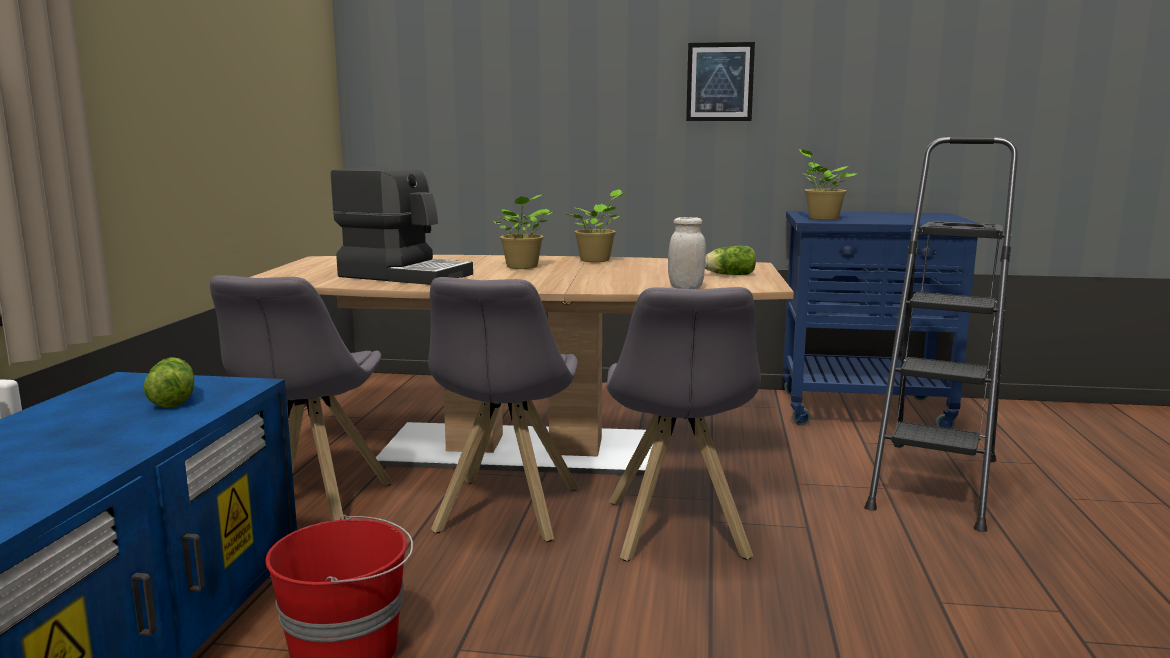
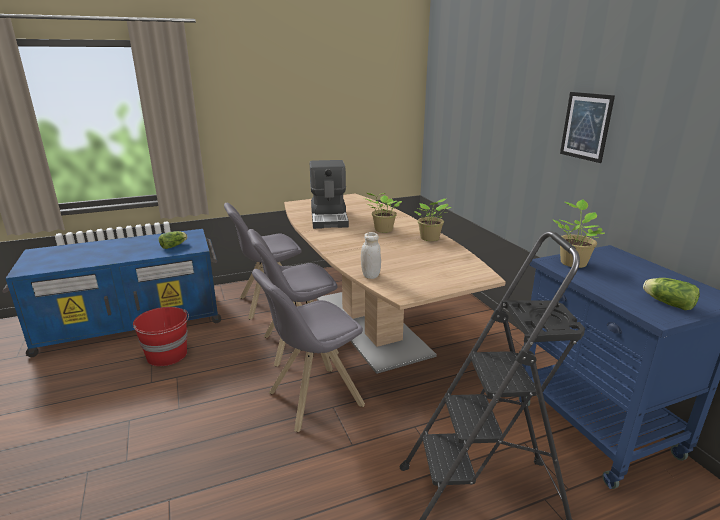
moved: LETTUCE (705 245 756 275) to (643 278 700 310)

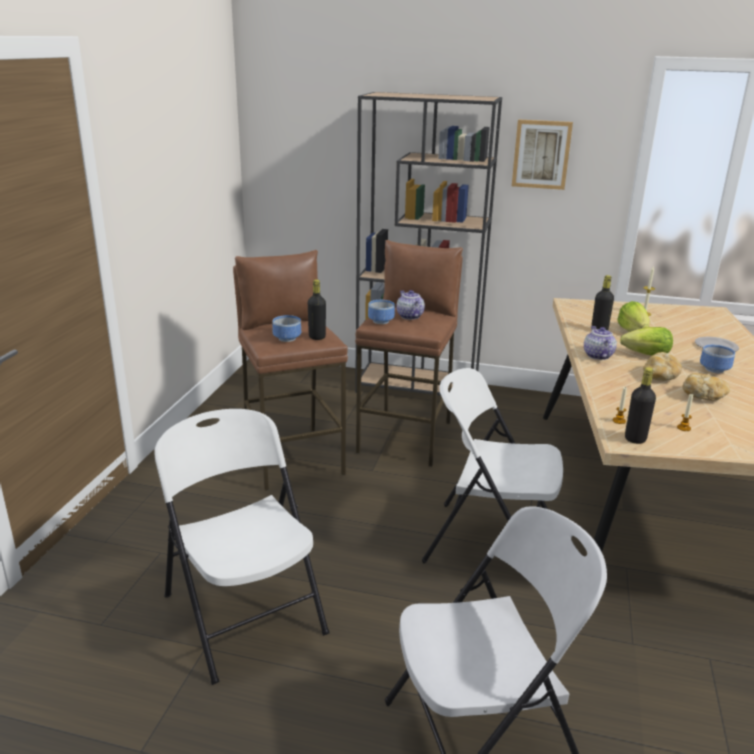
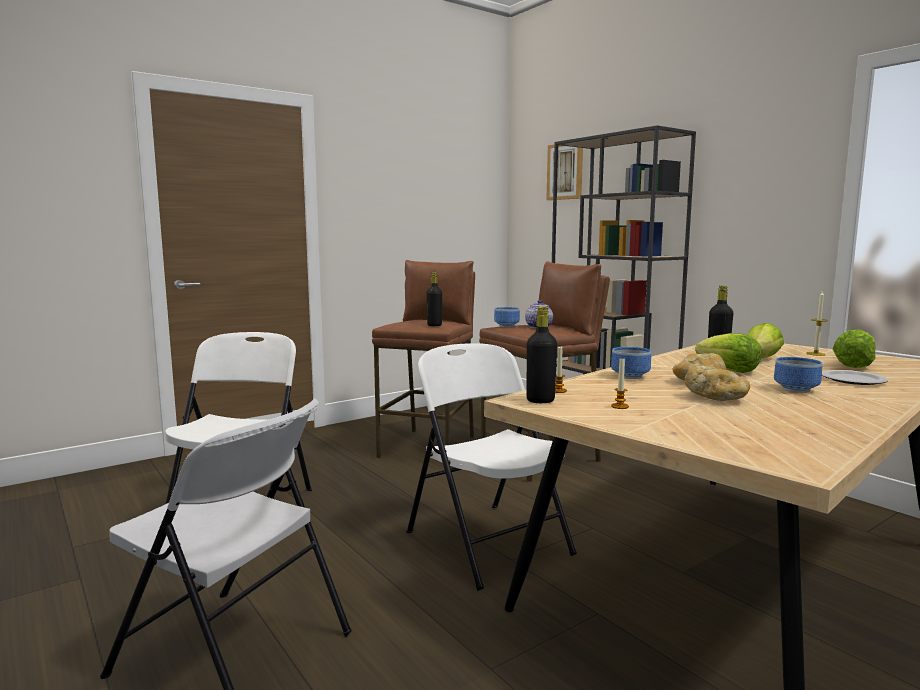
removed: TEAPOT (584 326 617 360)
added: LETTUCE (833 329 876 368)
moved: SERVING BOWL (272 315 301 342) to (611 347 651 379); PICTURE (512 119 573 190) to (546 144 583 200)

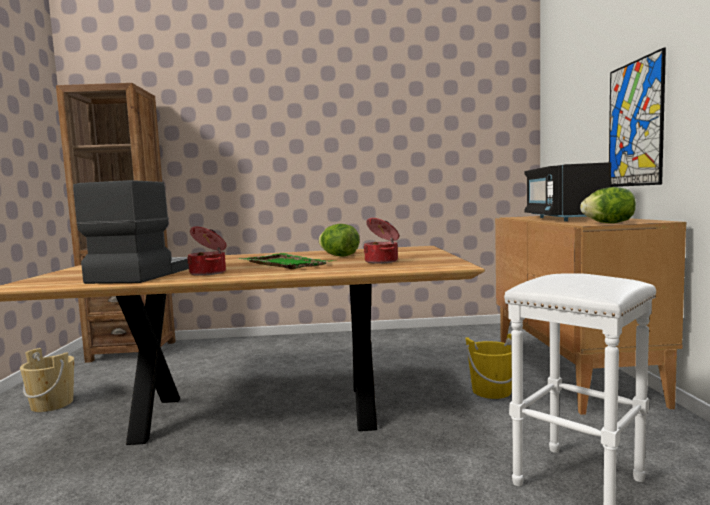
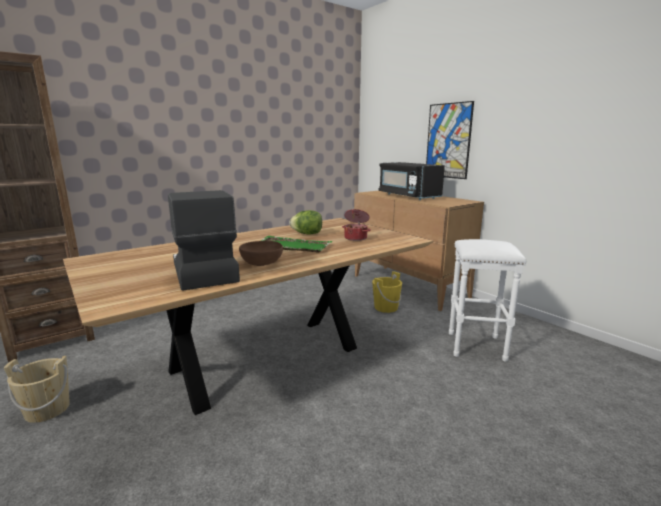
removed: LETTUCE (580 187 636 223)
replaced: SAUCEPOT (187 226 227 276) to BROWN SERVING BOWL (239 241 283 266)

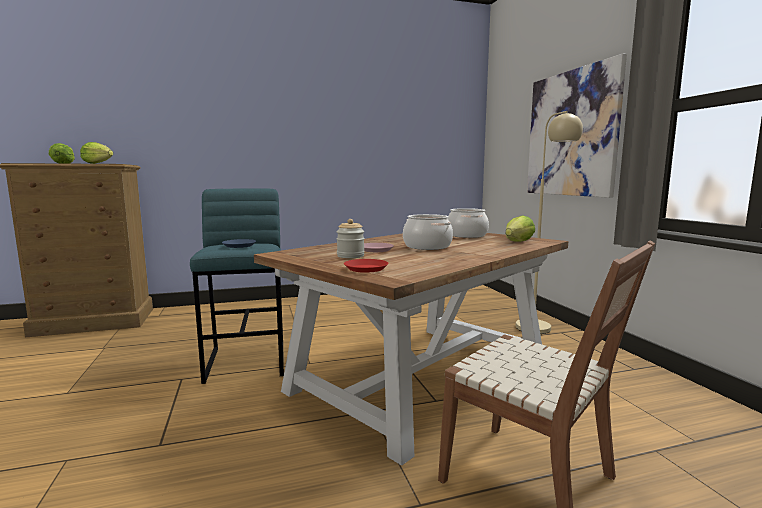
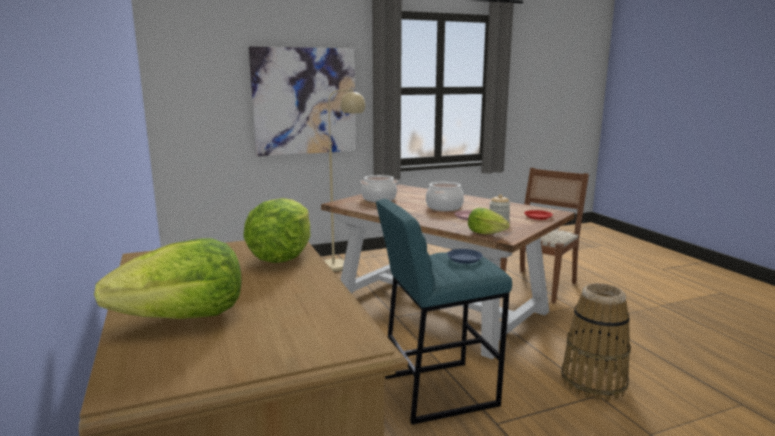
added: STORAGE BASKET (561 283 631 401)
moved: LETTUCE (506 216 535 242) to (468 208 510 234)

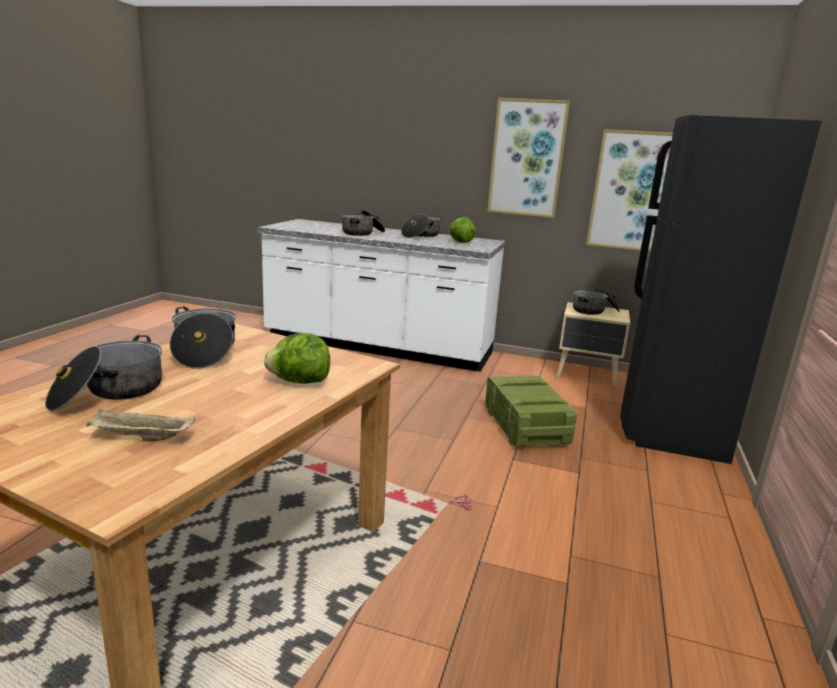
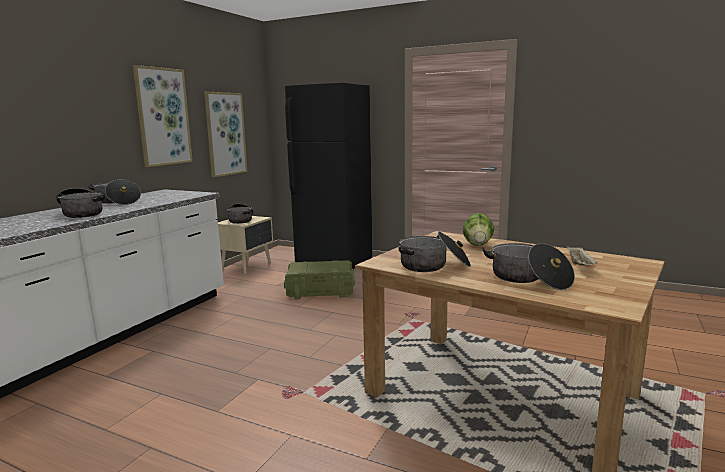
removed: LETTUCE (449 217 476 243)

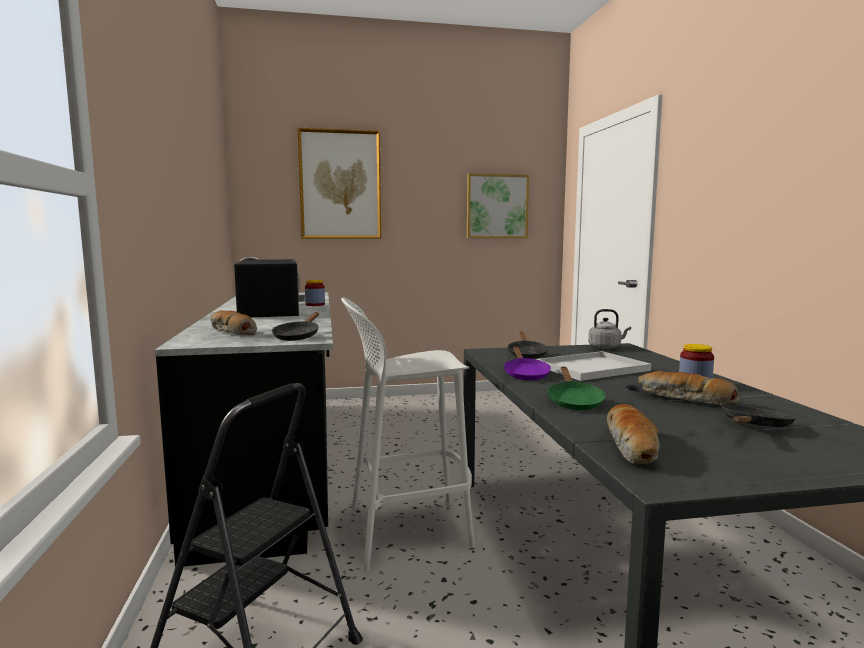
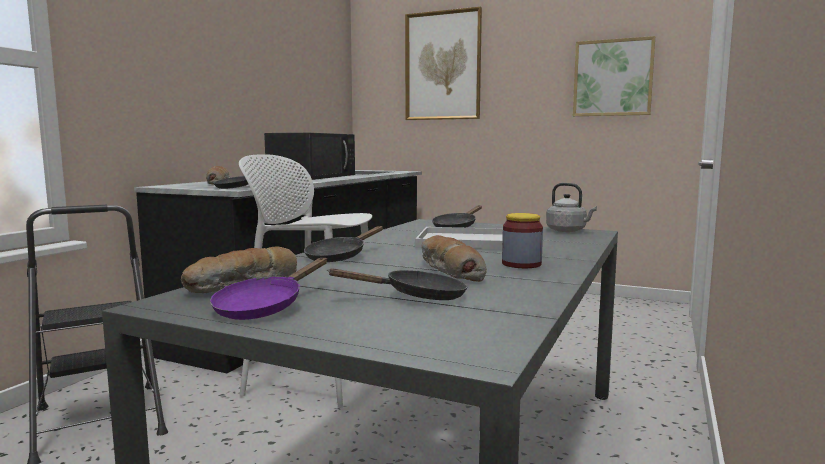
removed: PRESERVE JAR (305 280 325 306)
moved: PURPLE-COLOURED PAN (504 347 551 380) to (210 258 327 320)
recoloured: GREENISH PAN (547 366 605 410) to BLACK-COLOURED PAN (304 226 383 262)

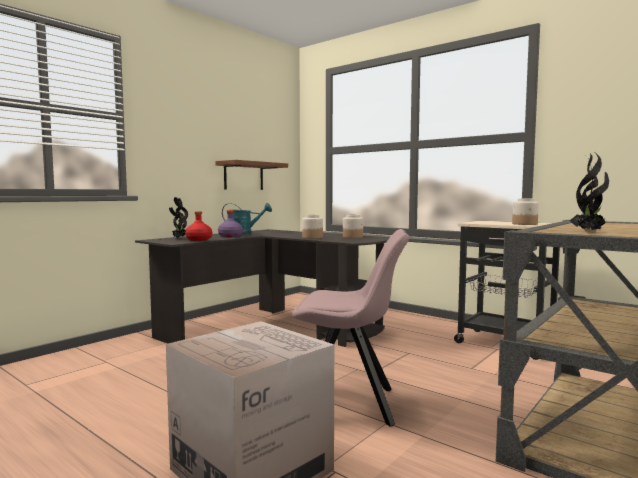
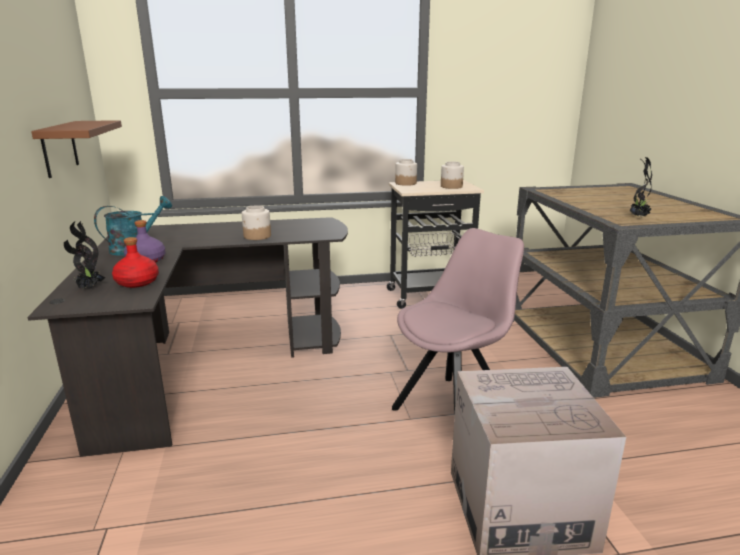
moved: PRESERVE JAR (343 214 363 238) to (395 159 417 186)

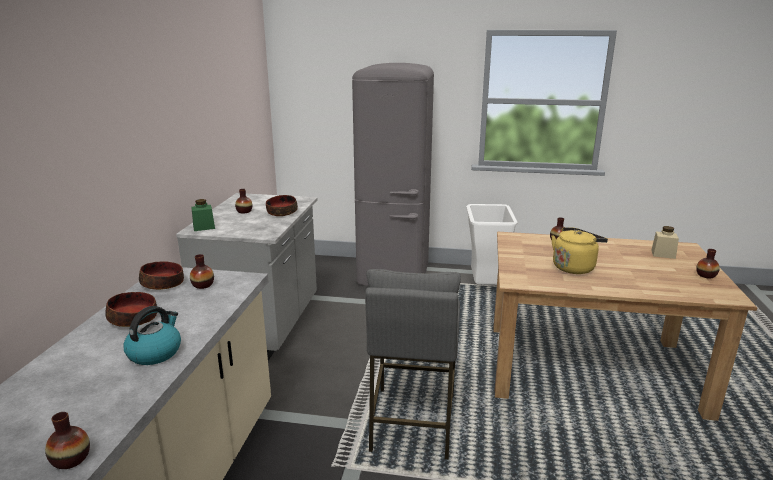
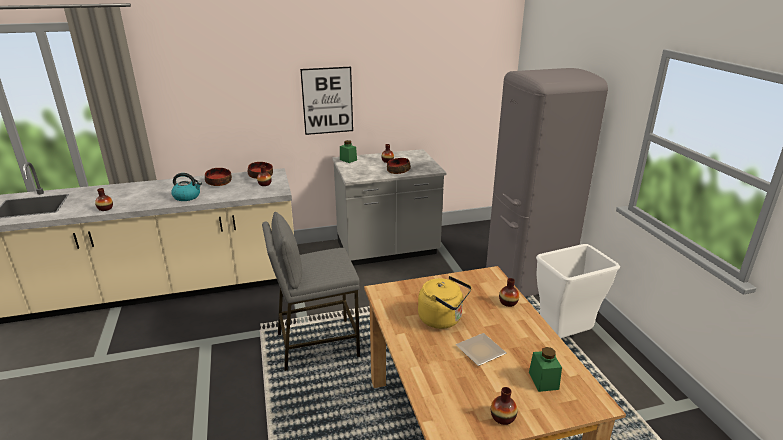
added: PICTURE (300 67 353 135); FLAT DISH (456 333 506 366)
recoloured: BEIGE PRESERVE JAR (651 226 679 259) to GREENISH PRESERVE JAR (529 347 562 392)

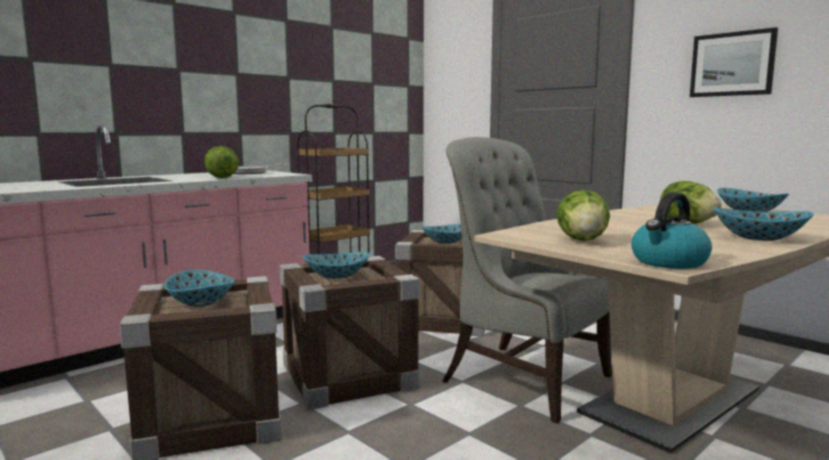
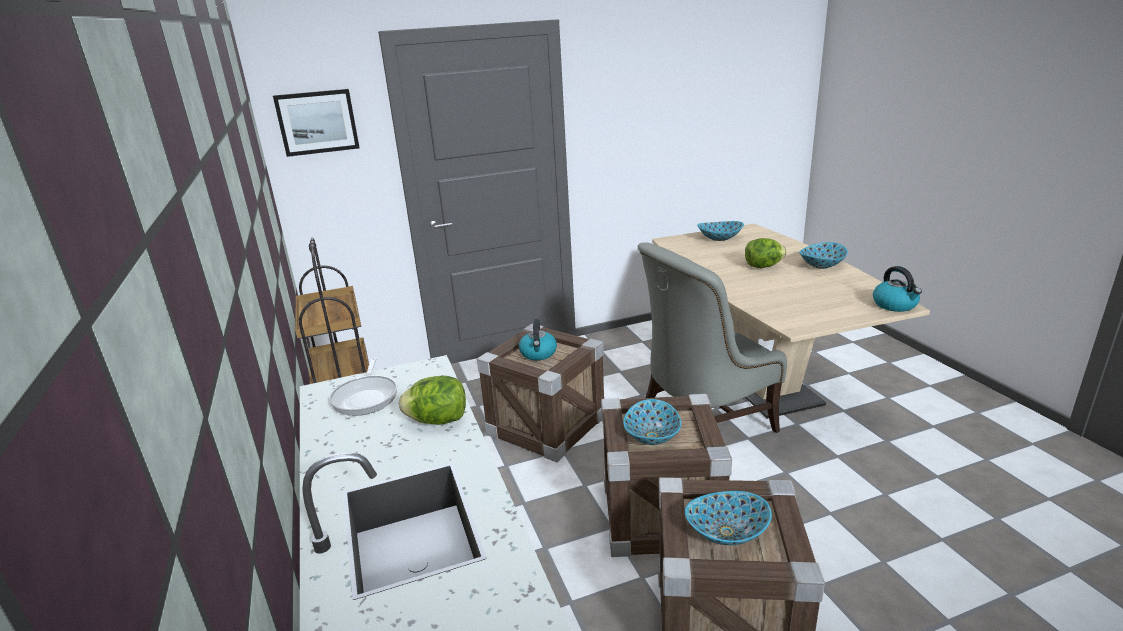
removed: LETTUCE (557 190 610 241)
moved: PICTURE (690 27 778 97) to (273 89 359 157)
replaced: SERVING BOWL (422 224 462 244) to WATER KETTLE (519 319 557 360)

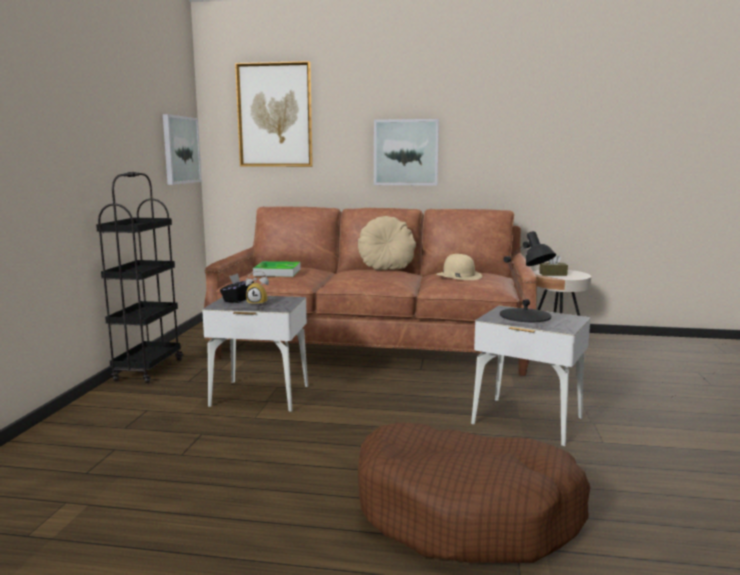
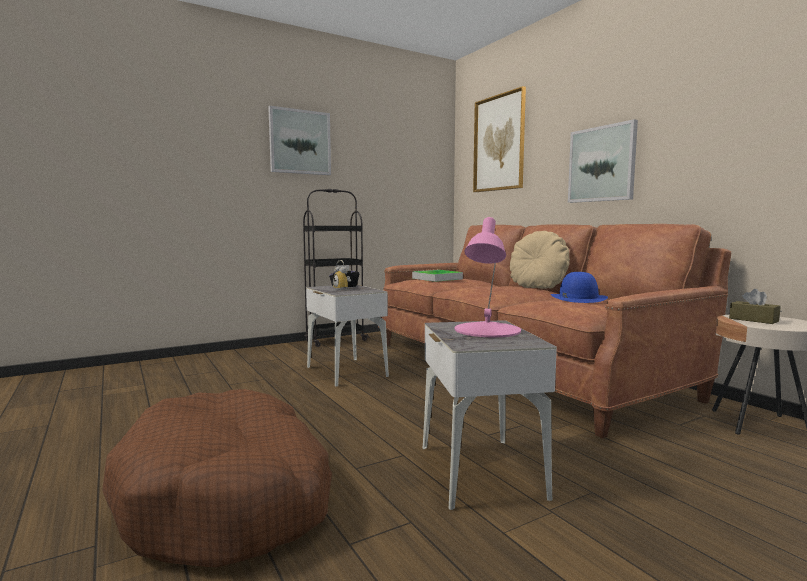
moved: PICTURE (163 114 202 185) to (268 106 331 175)
recoloured: BEIGE WEARABLE HAT (436 254 482 280) to BLUE-COLOURED WEARABLE HAT (551 272 608 303); BLACK-COLOURED LAMP FOR A TABLE (500 231 556 322) to PINK LAMP FOR A TABLE (455 217 521 337)

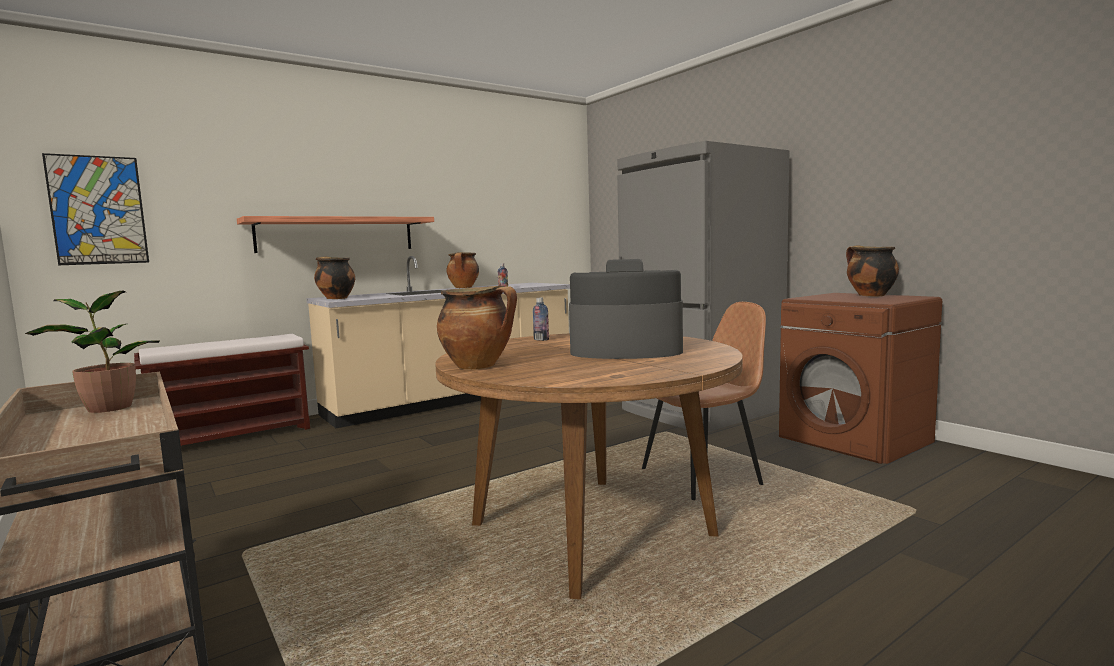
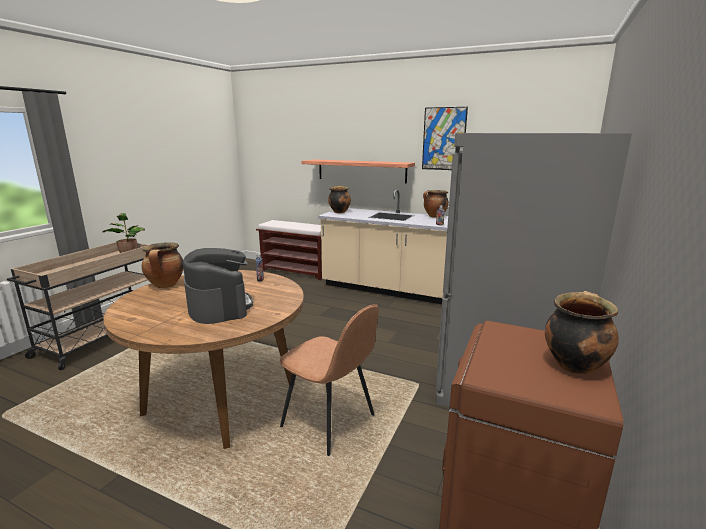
moved: PICTURE (42 153 149 265) to (422 107 468 170)

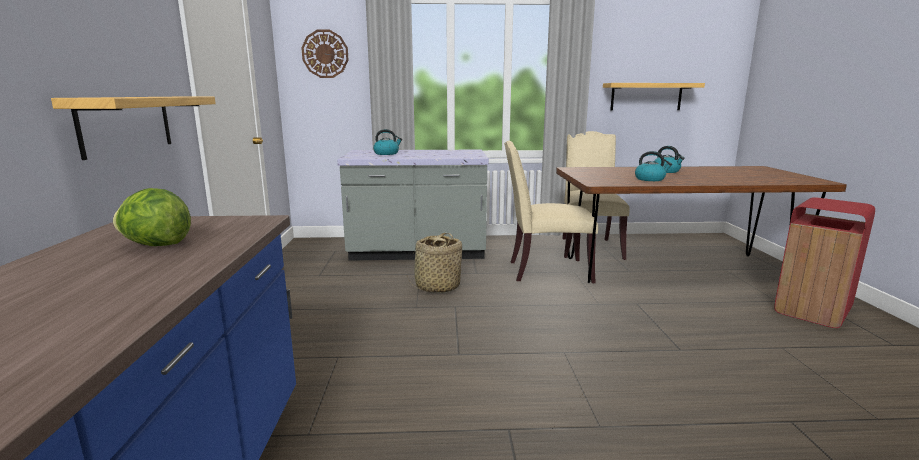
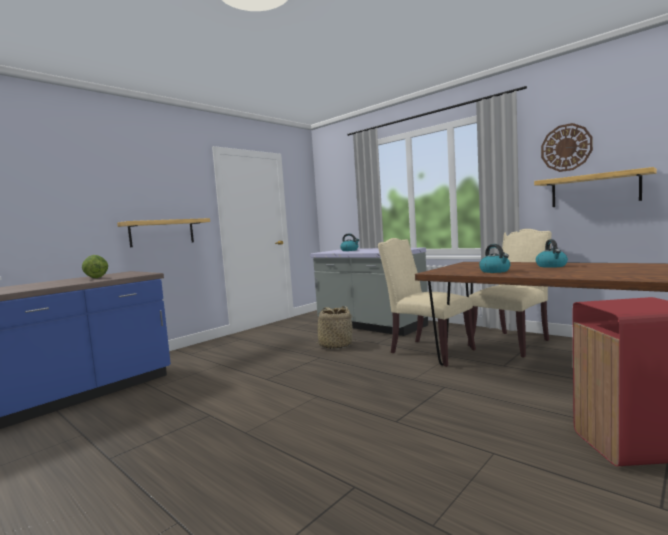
moved: HANGING CLOCK (301 30 349 78) to (541 123 593 172)

